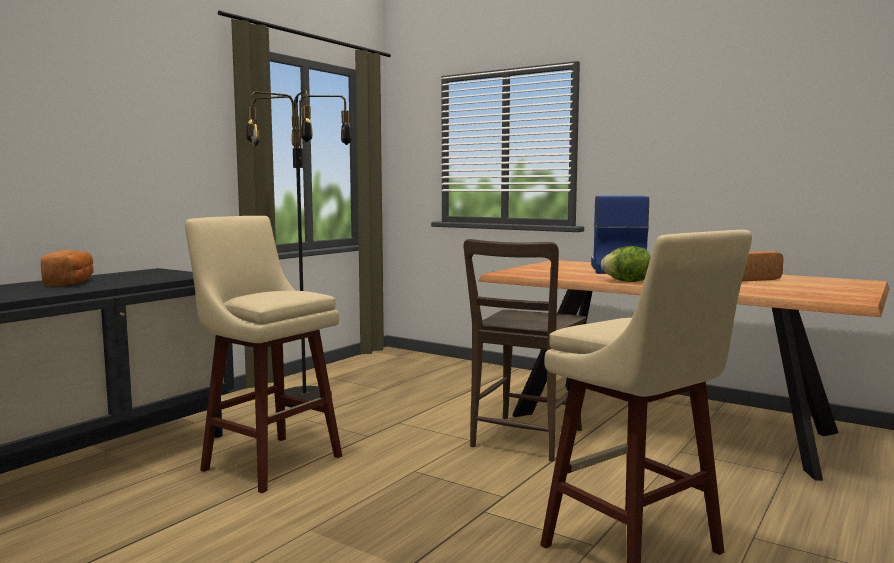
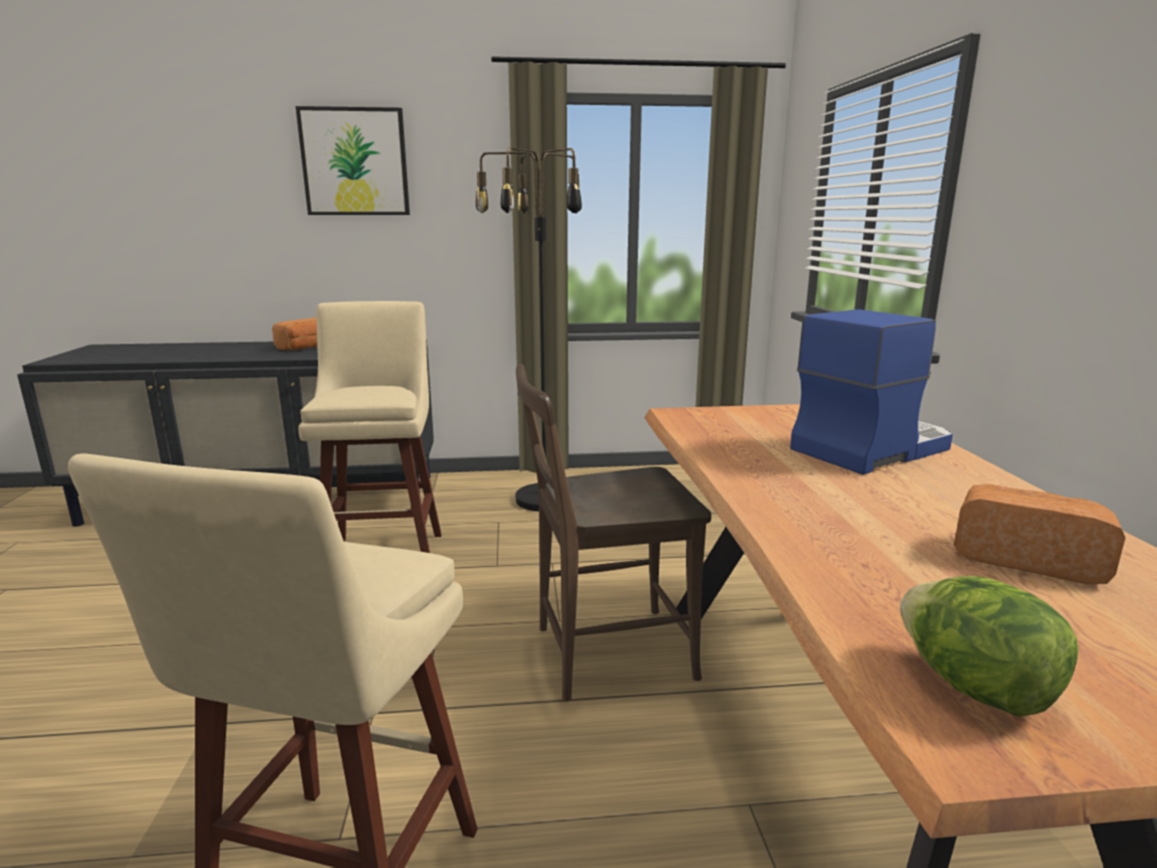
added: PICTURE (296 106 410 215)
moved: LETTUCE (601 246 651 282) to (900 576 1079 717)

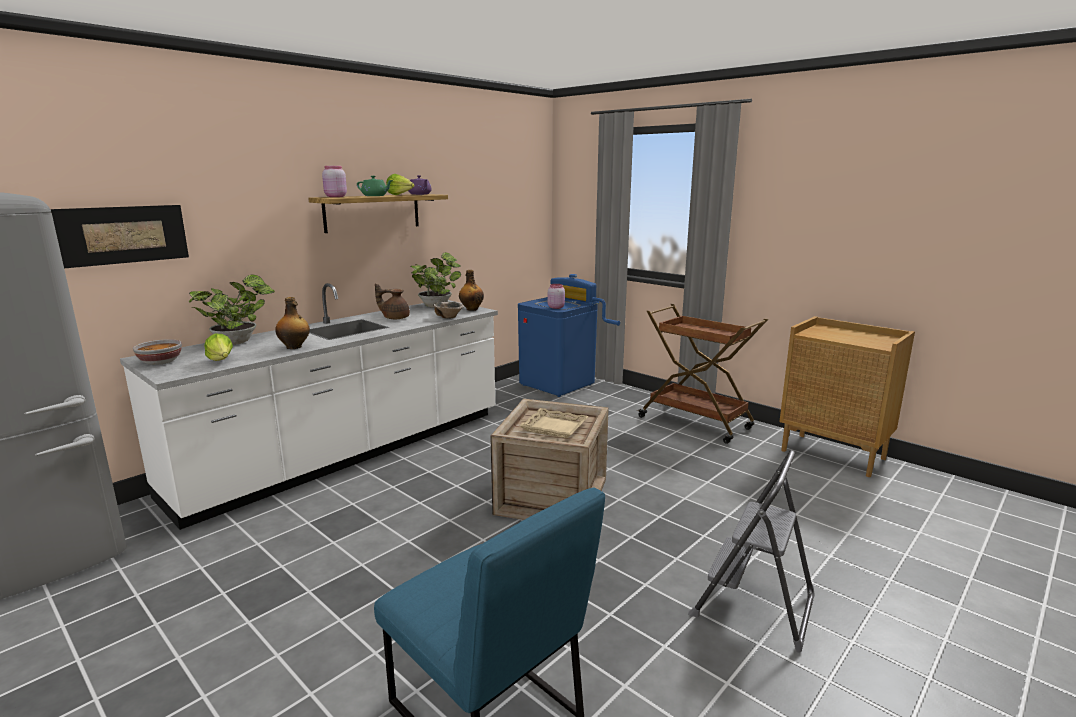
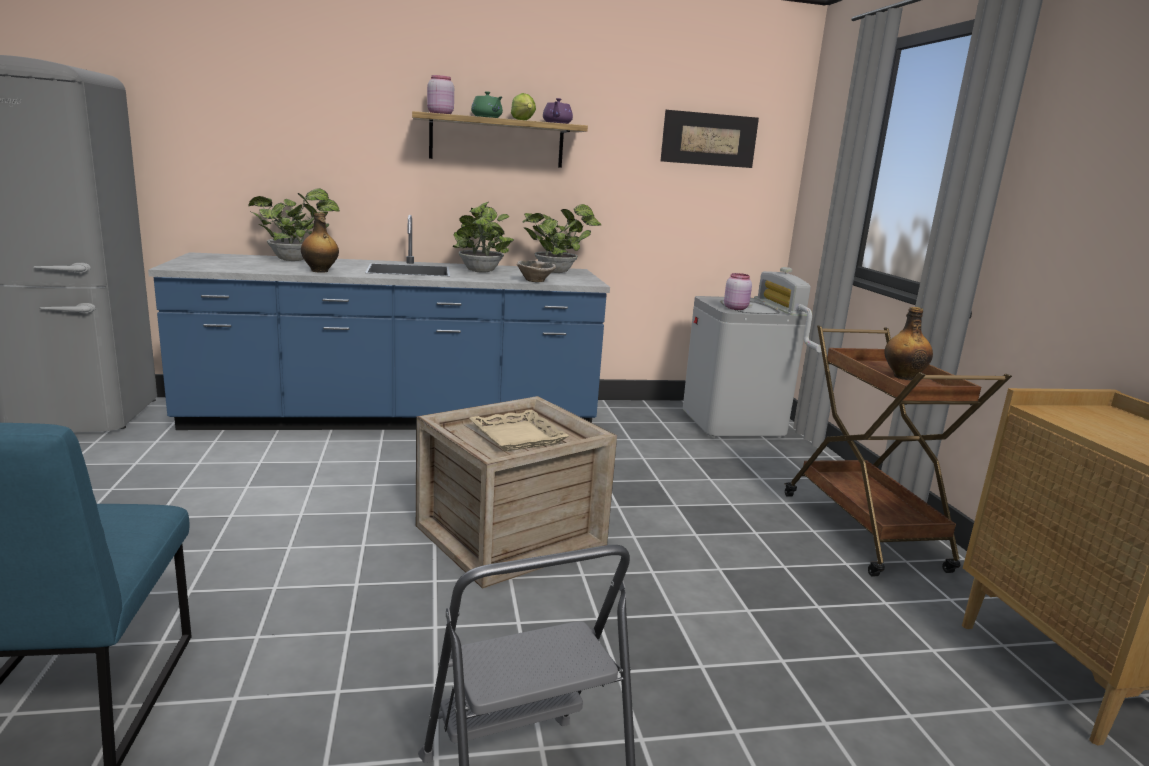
removed: SERVING BOWL (133 339 182 365); LETTUCE (204 334 233 361)
moved: PICTURE (51 205 189 268) to (660 110 759 168); DRINK BOTTLE (459 270 484 311) to (884 307 933 380)
replaced: BROWN TEAPOT (375 284 410 319) to PLANT IN A POT (453 202 514 273)
recoloured: WHITISH KITCHEN COUNTER (120 283 498 530) to BLUE-COLOURED KITCHEN COUNTER (148 215 610 430); BLUE-COLOURED LAUNDRY APPLIANCE (518 274 620 397) to GREYISH LAUNDRY APPLIANCE (683 267 822 438)

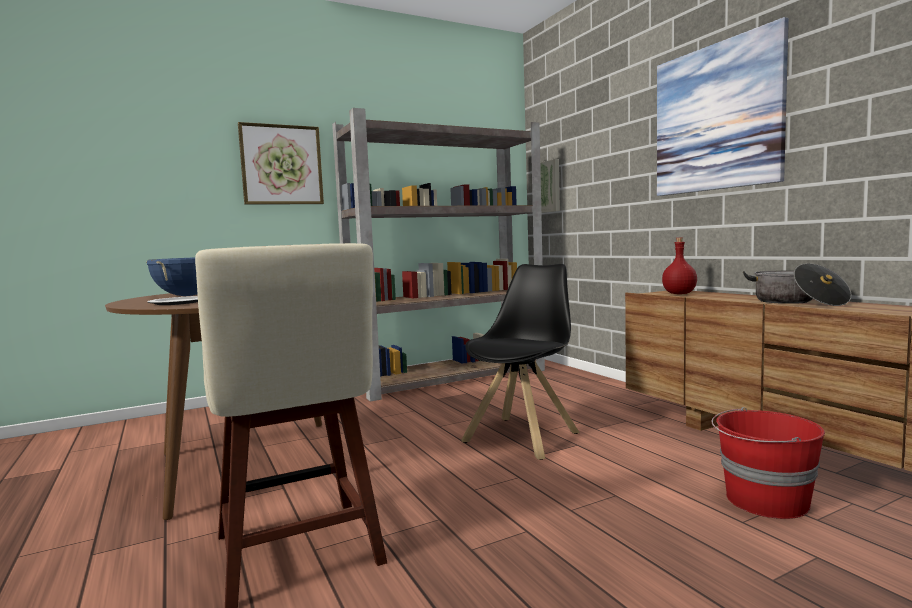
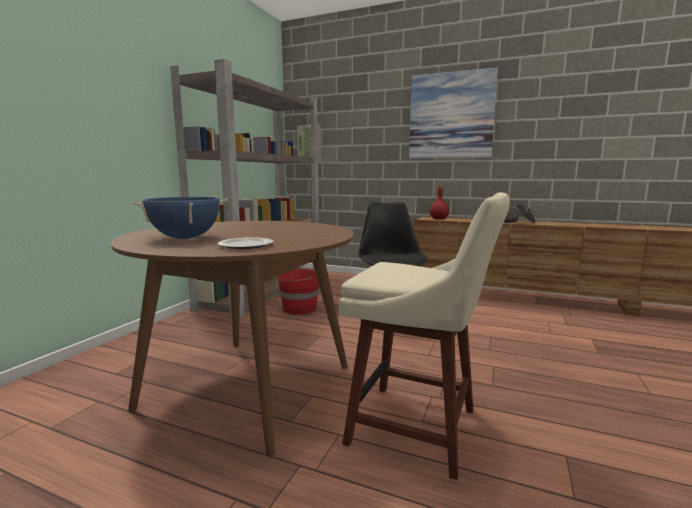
removed: PICTURE (238 122 324 205)
moved: RED PAIL (712 407 825 519) to (277 269 319 315)

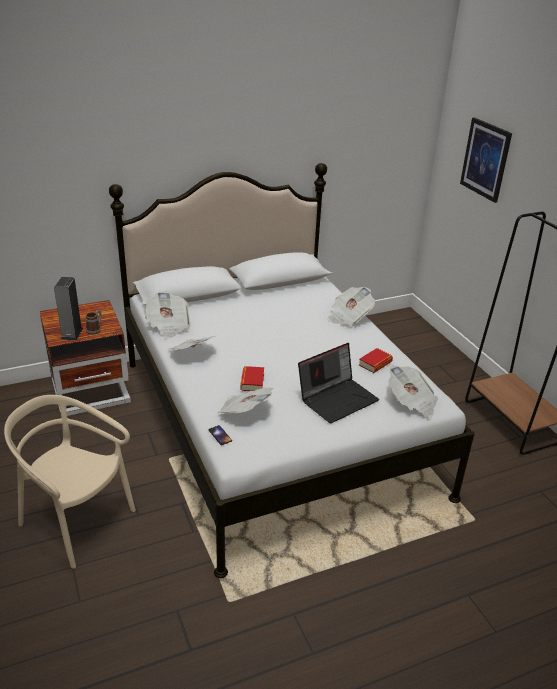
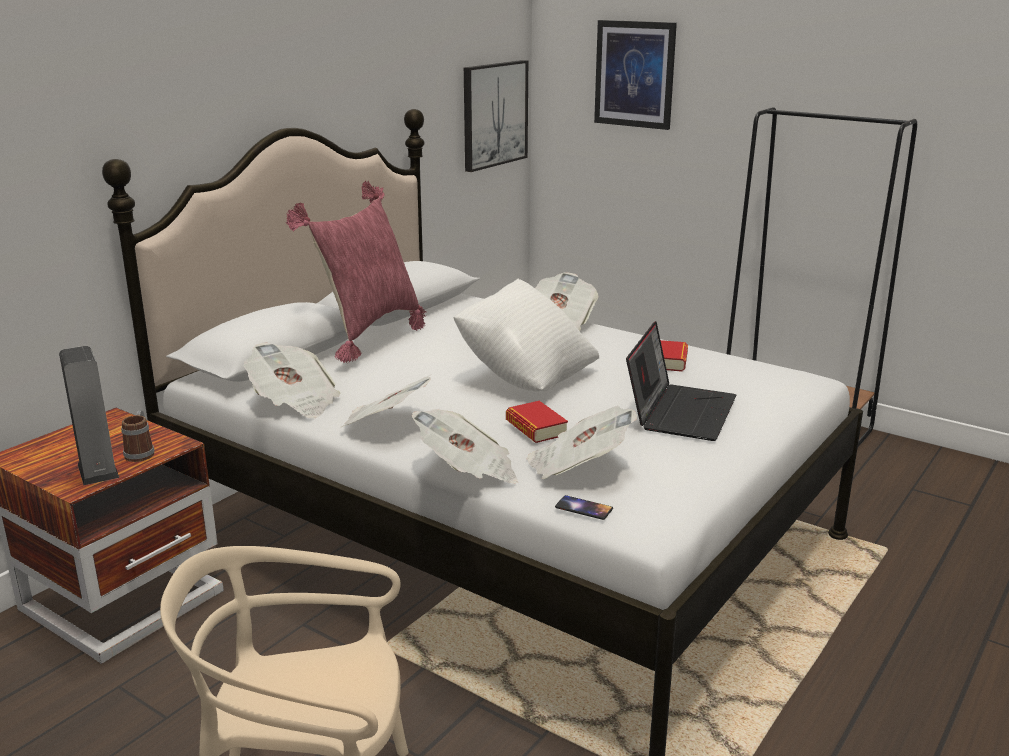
added: RED CUSHION (286 181 426 363); WHITISH CUSHION (453 279 599 392); PICTURE (464 60 528 172)
moved: PRINTED PAPER (388 365 438 418) to (412 409 518 483)

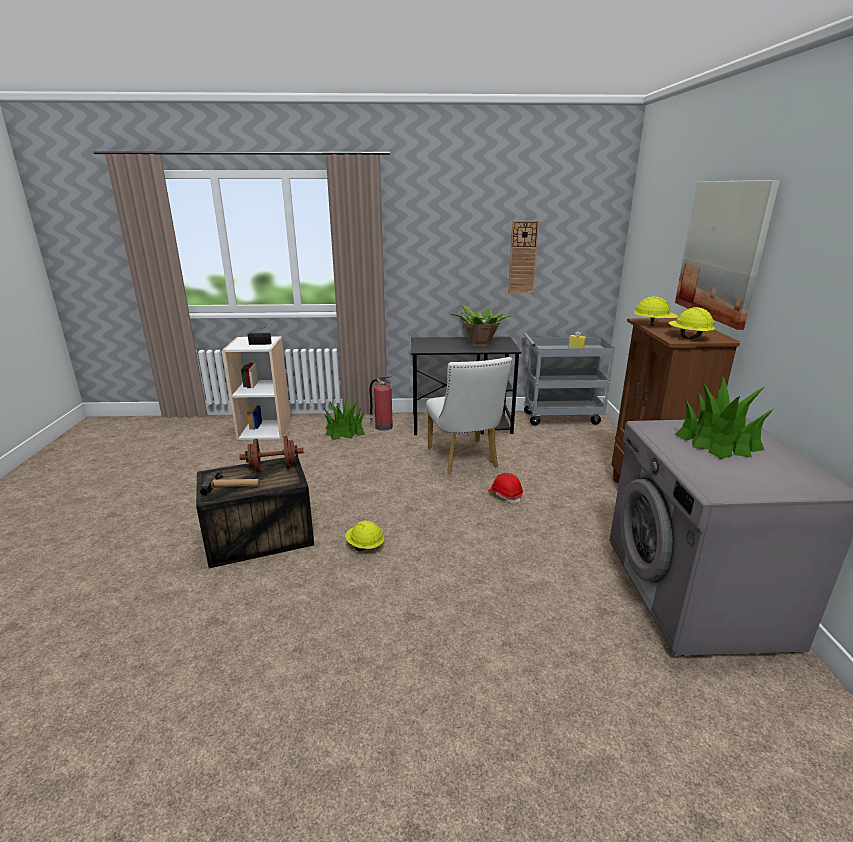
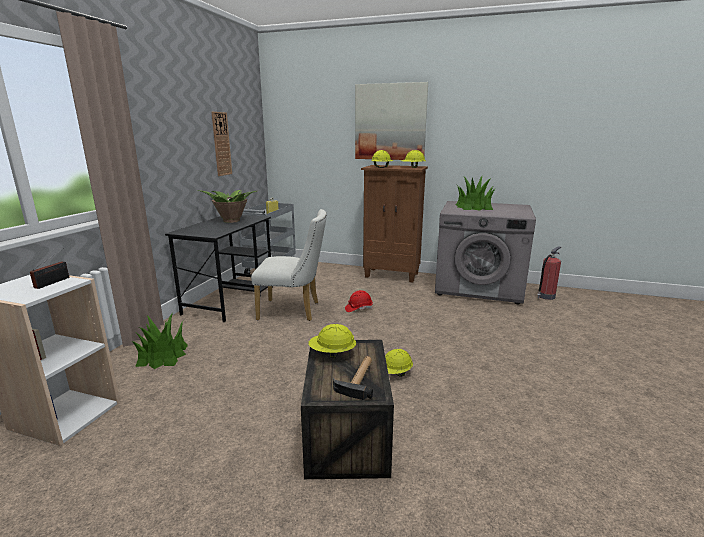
moved: FIRE EXTINGUISHER (369 376 393 431) to (537 246 561 300)
replaced: BROWN HAND WEIGHT (239 436 304 472) to YELLOWISH SAFETY HELMET (308 324 356 359)

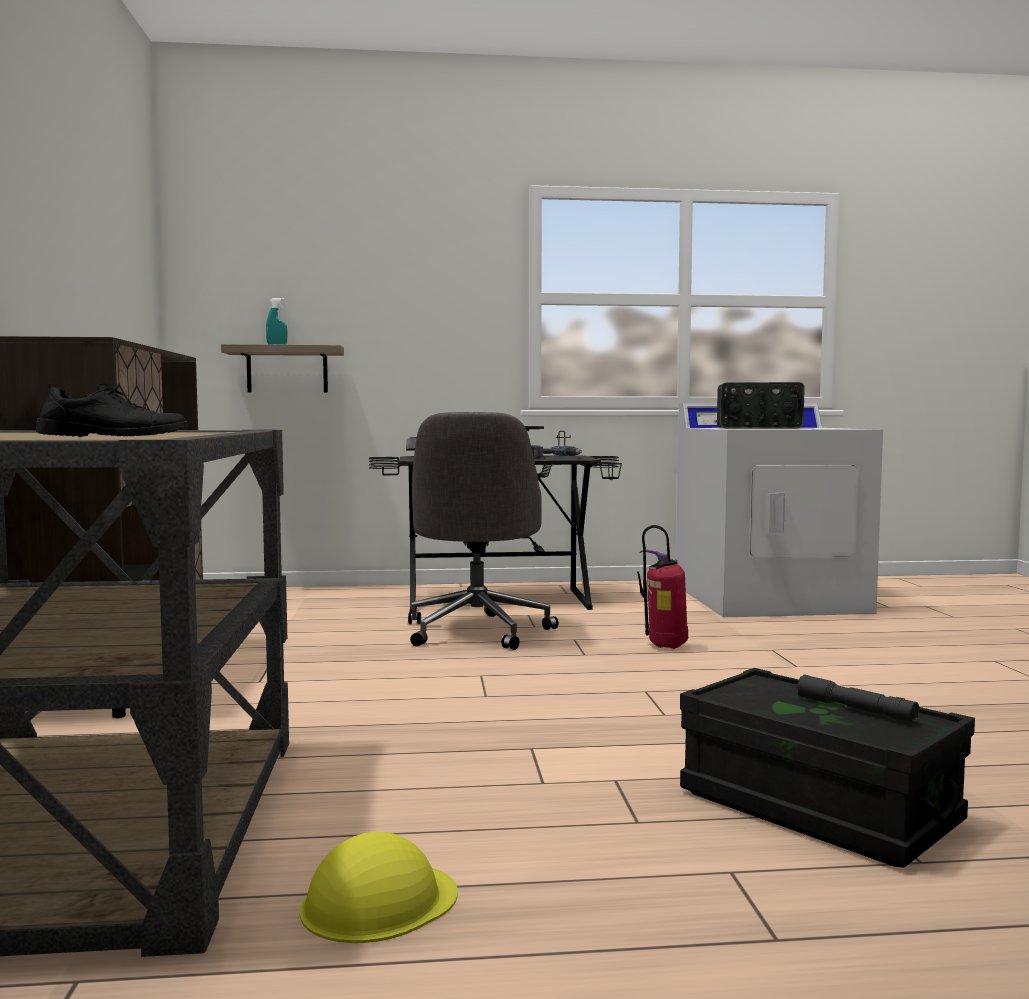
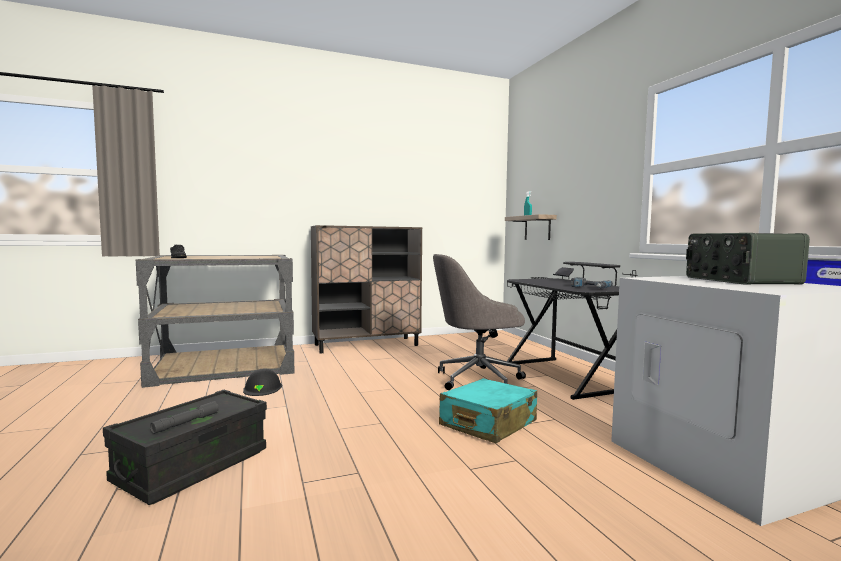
removed: YELLOWISH SAFETY HELMET (300 832 458 943)
added: BLACK-COLOURED SAFETY HELMET (243 368 282 396)
replaced: FIRE EXTINGUISHER (637 525 688 649) to TURQUOISE PIECE OF LUGGAGE (439 378 537 443)

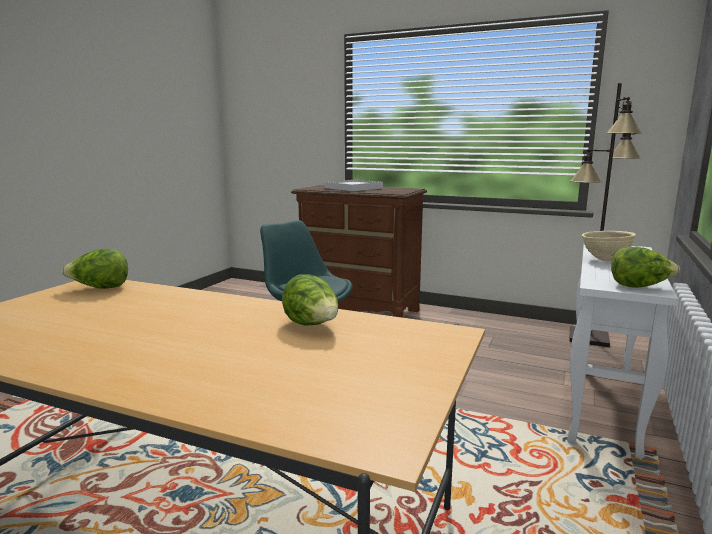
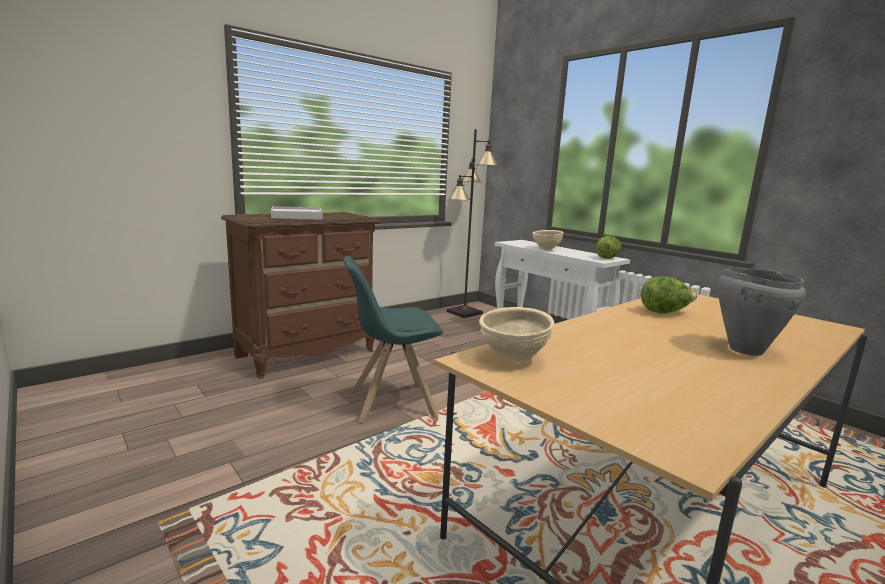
added: GREYISH SAUCEPOT (717 269 806 356)
replaced: LETTUCE (62 249 128 289) to BEIGE SERVING BOWL (479 307 554 361)

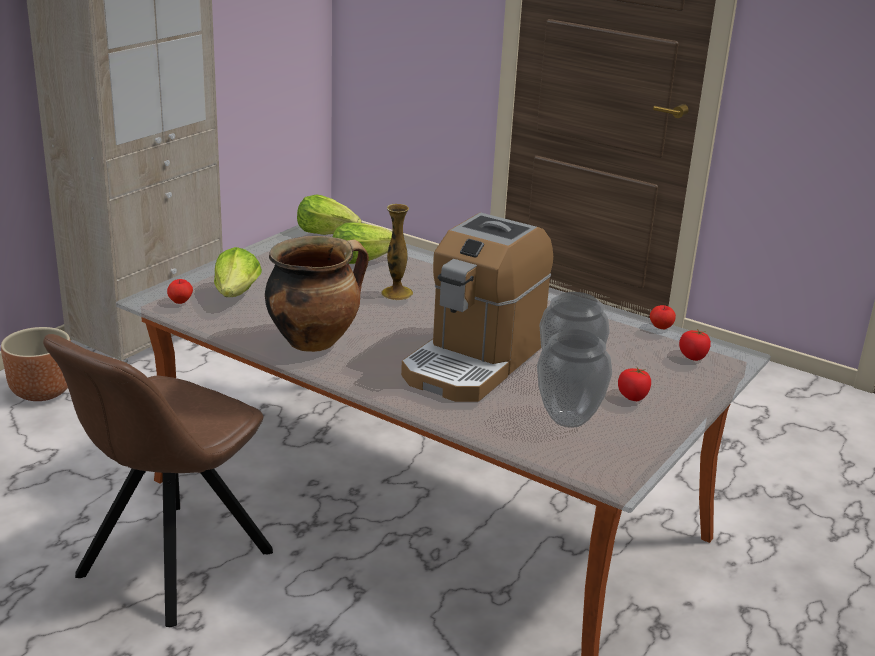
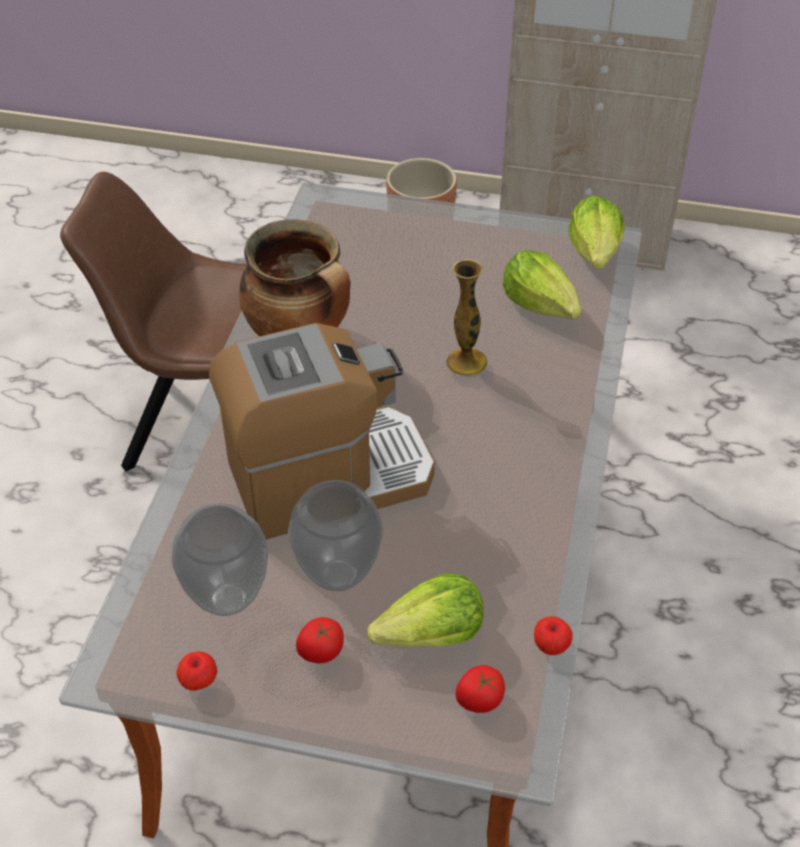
moved: APPLE (167 279 193 304) to (176 651 217 691); LETTUCE (214 247 262 297) to (367 573 484 648)
turned: COFFEE MAKER (401 212 553 402) = (209 323 435 540) 150 degrees clockwise

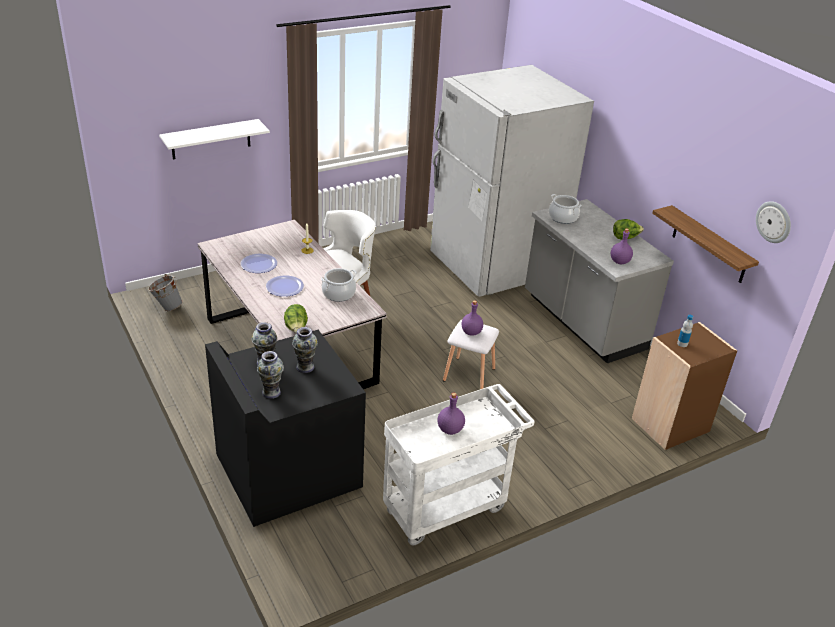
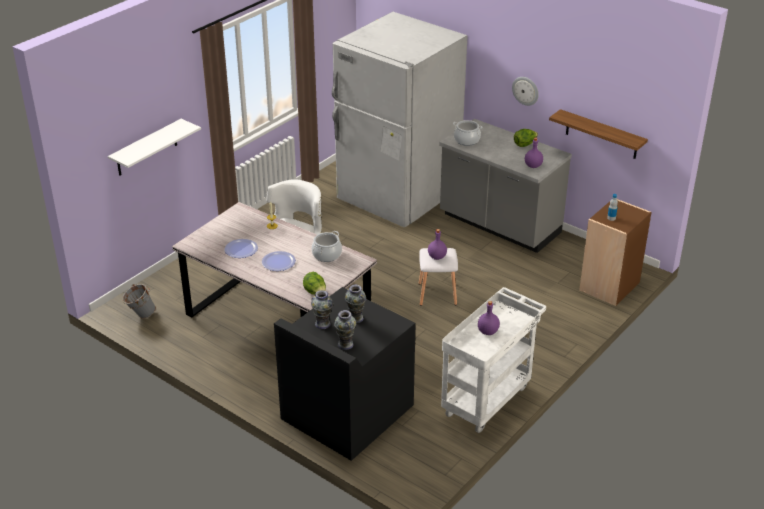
moved: HANGING CLOCK (756 201 791 243) to (512 77 539 106)

